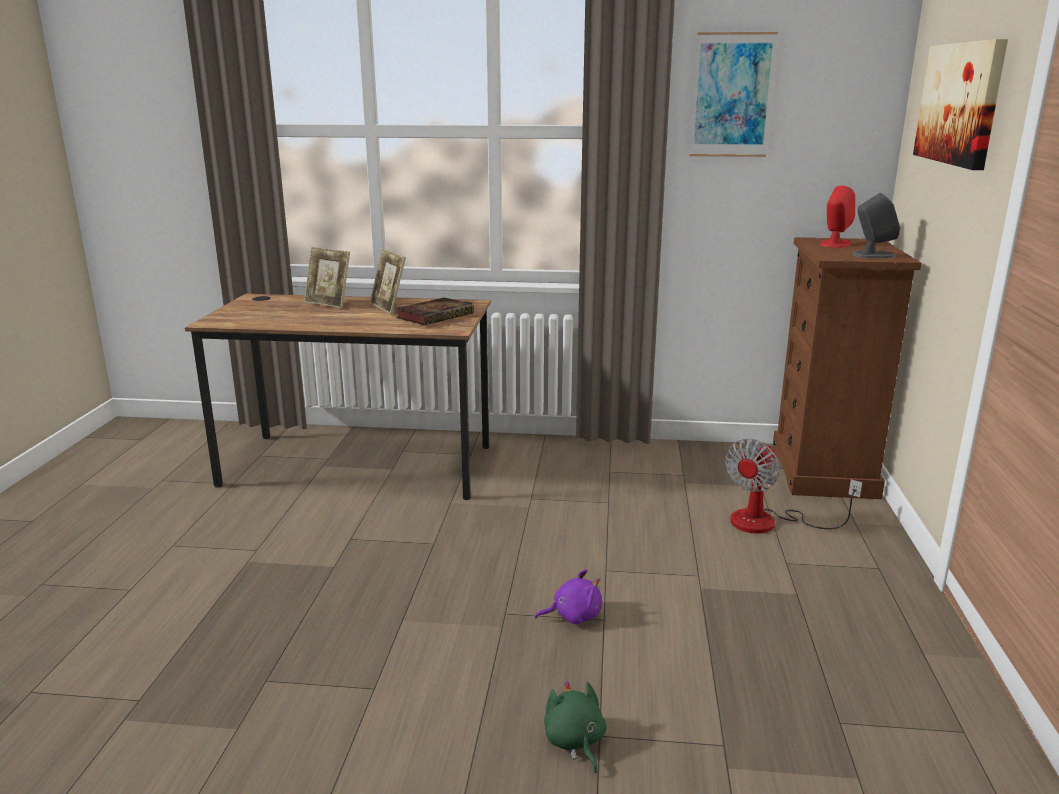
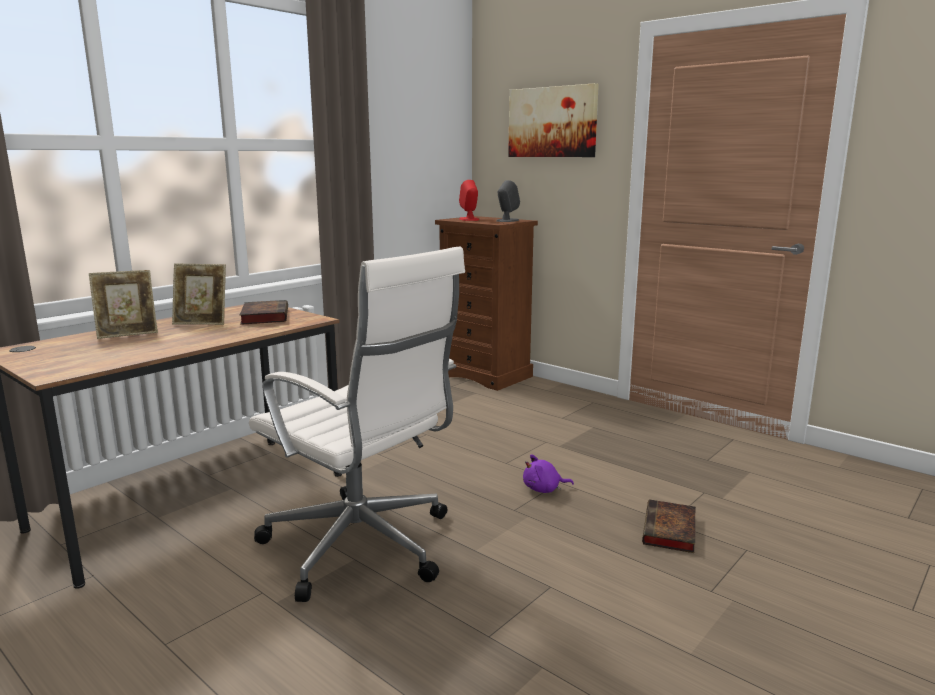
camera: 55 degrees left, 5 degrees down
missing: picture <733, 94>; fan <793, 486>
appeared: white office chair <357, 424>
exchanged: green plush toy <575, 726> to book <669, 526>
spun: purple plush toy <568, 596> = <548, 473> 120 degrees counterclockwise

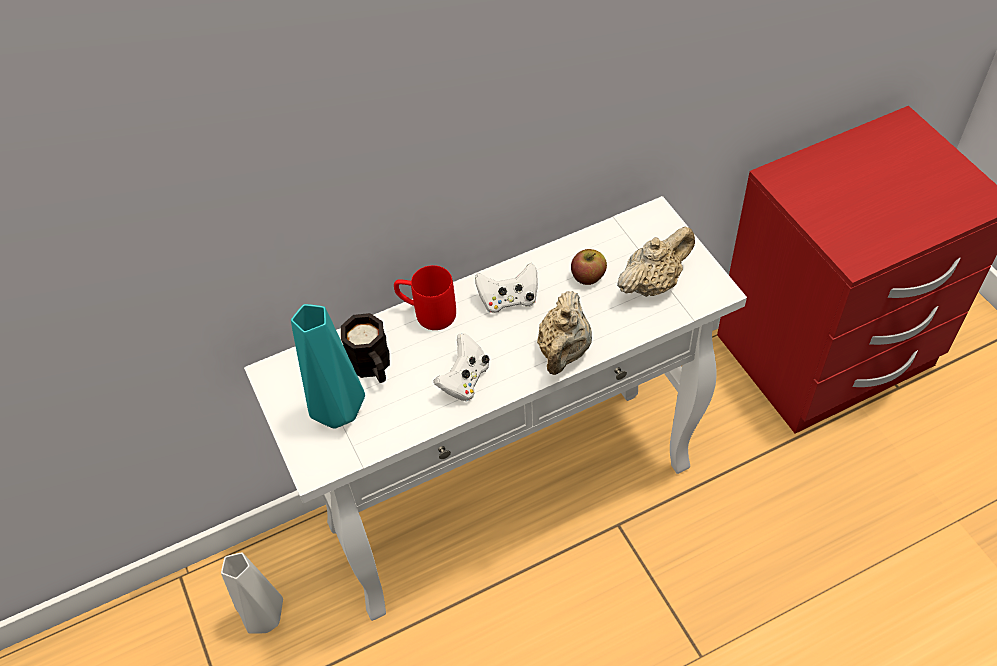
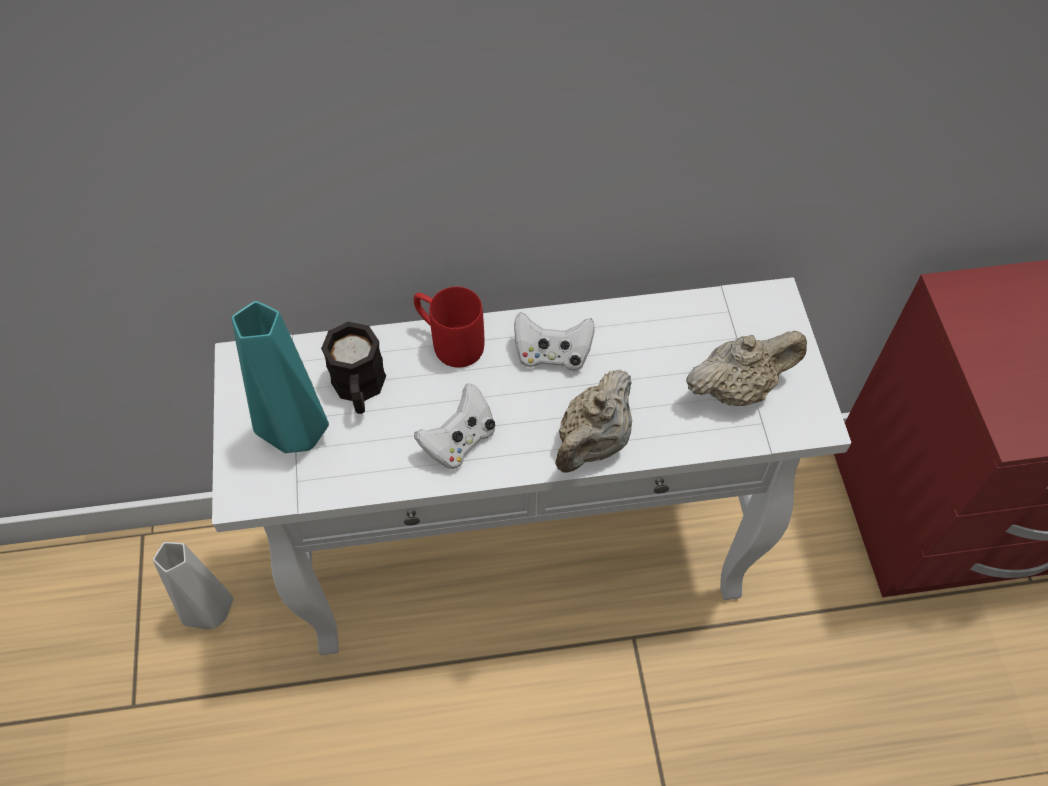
camera: 15 degrees right, 5 degrees up
missing: apple <589, 267>

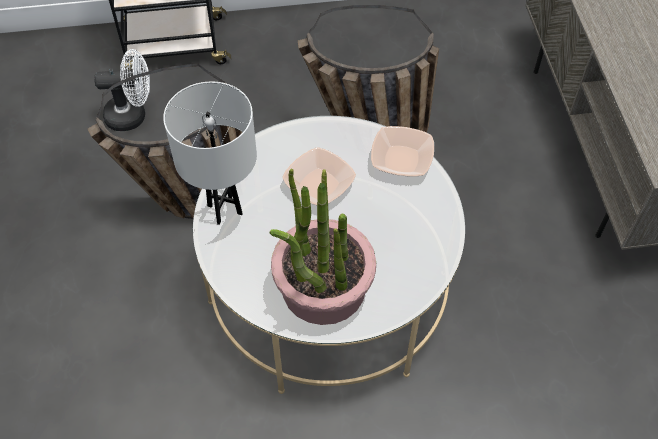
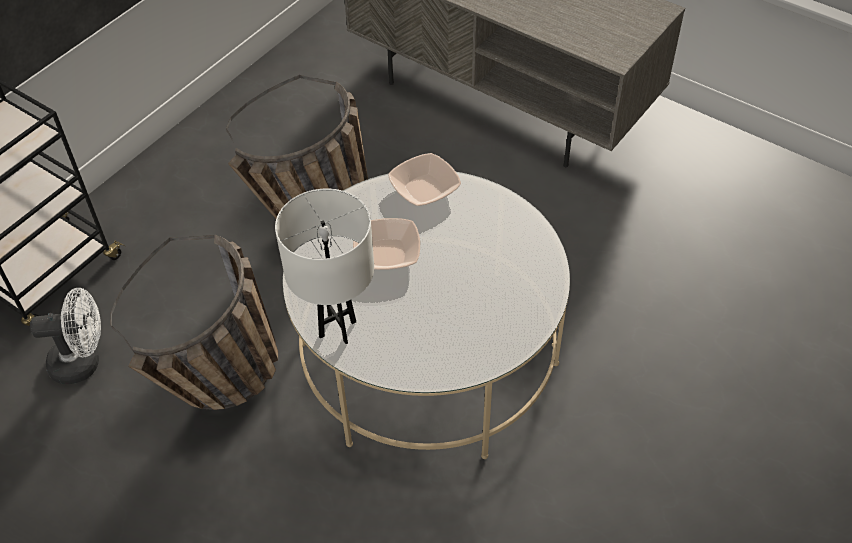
camera: 45 degrees left, 5 degrees down
missing: potted plant <322, 247>
spun: white fan <122, 90> = <65, 336> 45 degrees clockwise

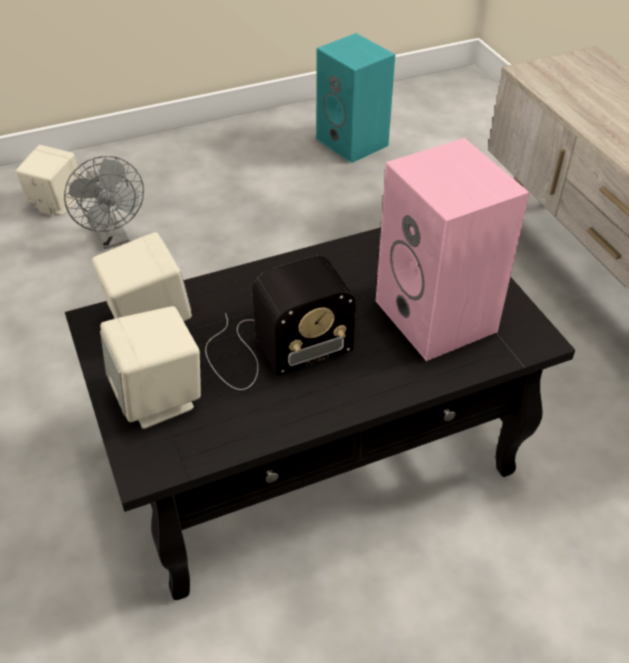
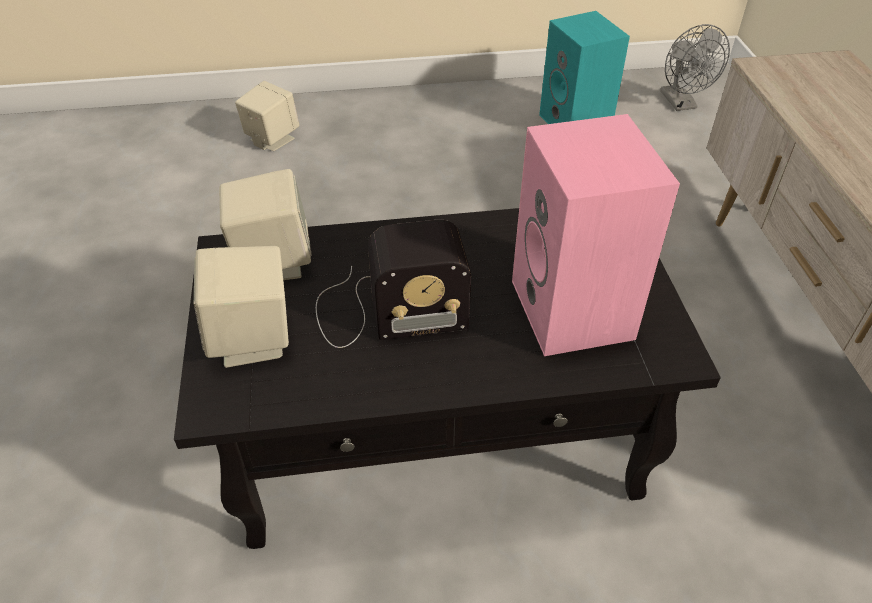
camera: 15 degrees right, 0 degrees up
relocated: grey fan <104, 202> to <695, 67>

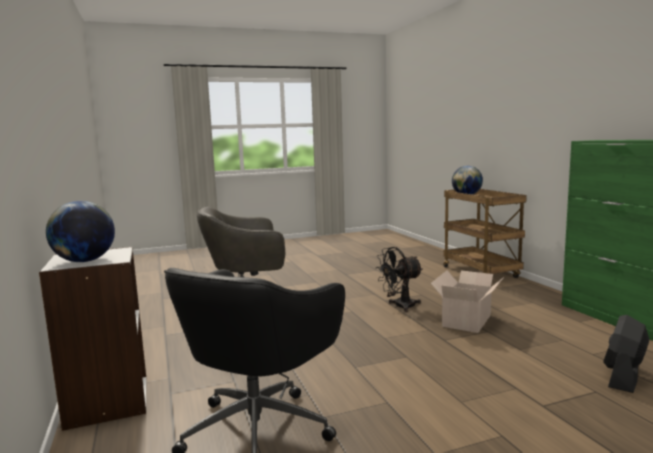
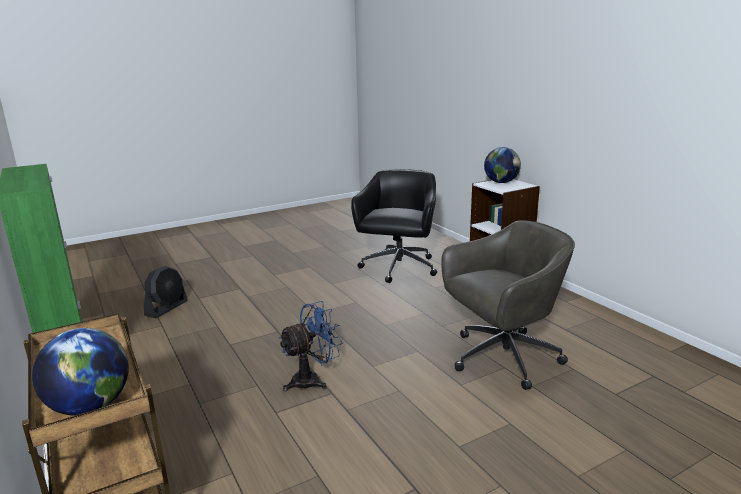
camera: 170 degrees right, 10 degrees up
missing: cardboard box <467, 301>
colour: black fan <399, 279> to blue fan <310, 346>

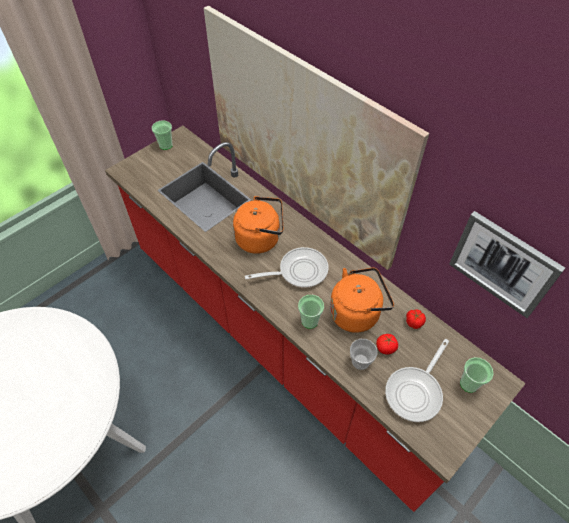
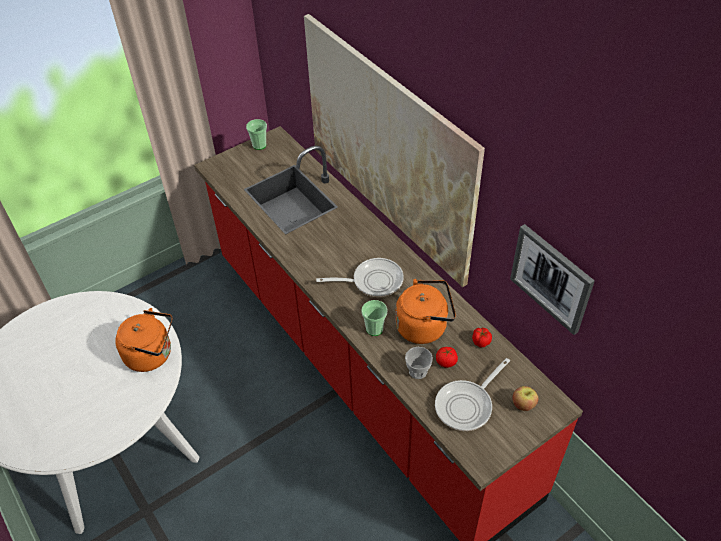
camera: 10 degrees right, 5 degrees down
relocated: orange kettle <258, 225> to <144, 340>
exchanged: cup <477, 375> to apple <525, 398>

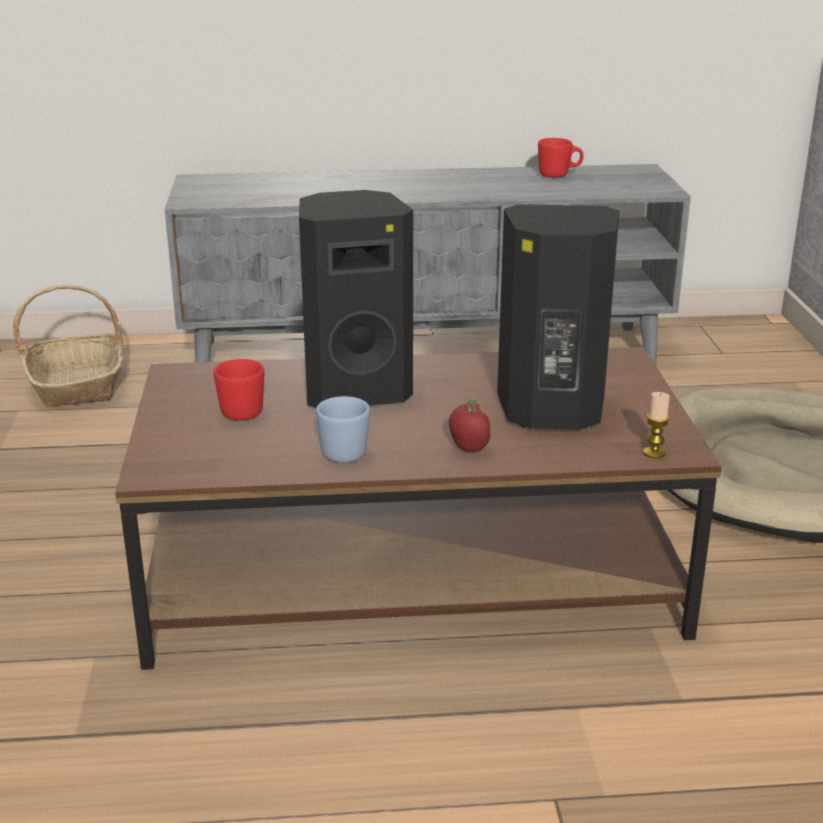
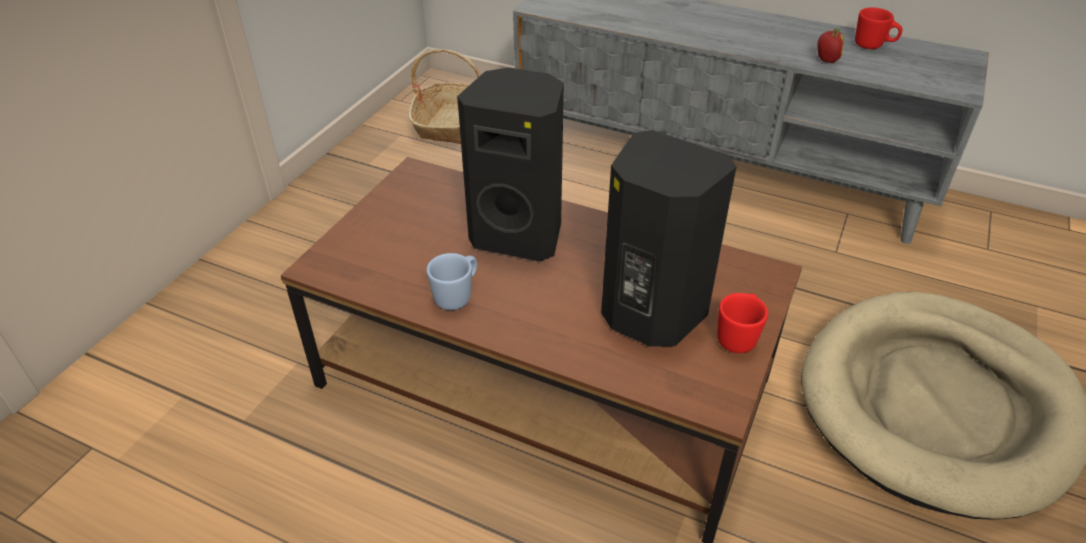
camera: 30 degrees right, 15 degrees up
missing: candle <656, 425>
relocated: red mug <238, 390> to <742, 323>; apple <470, 426> to <830, 45>

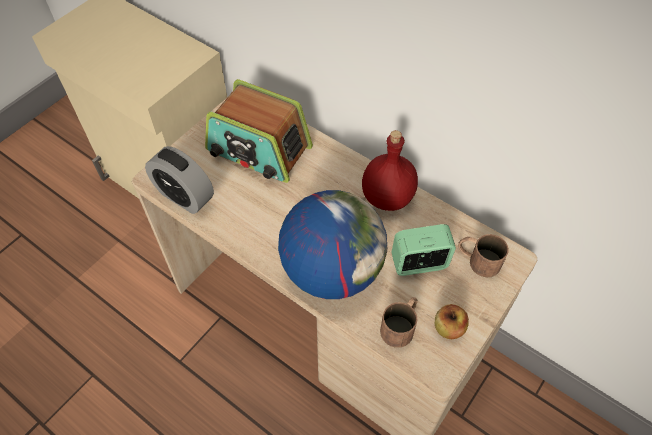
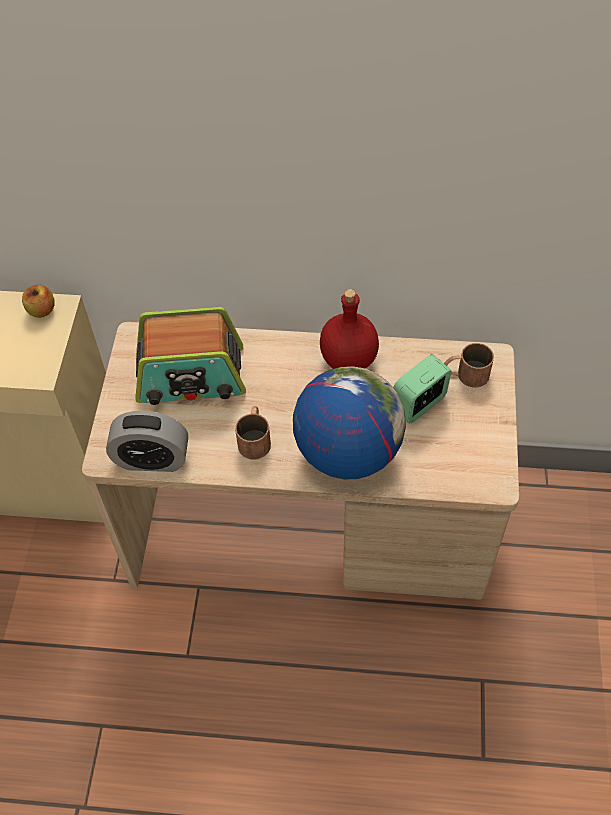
camera: 30 degrees left, 0 degrees up
relocated: brown mug <398, 322> to <253, 433>; apple <452, 321> to <38, 301>

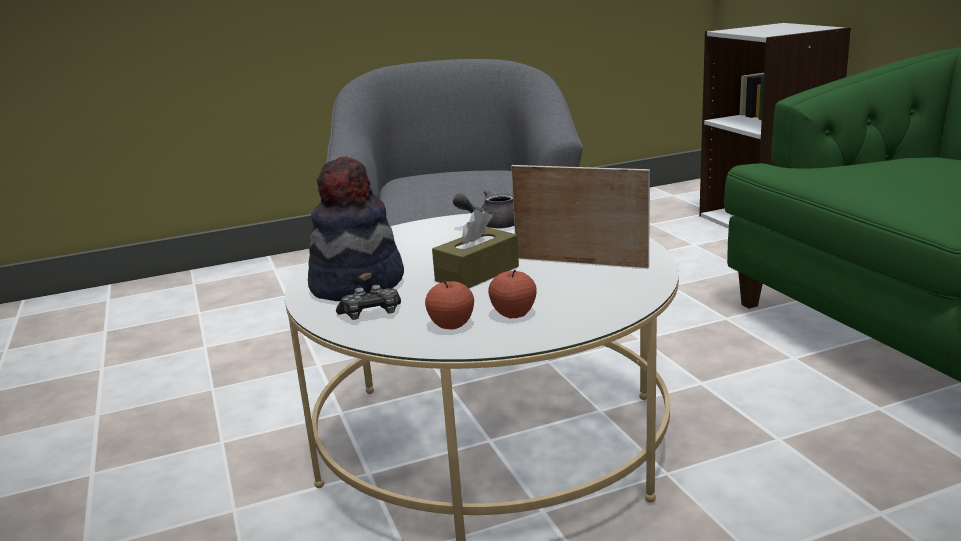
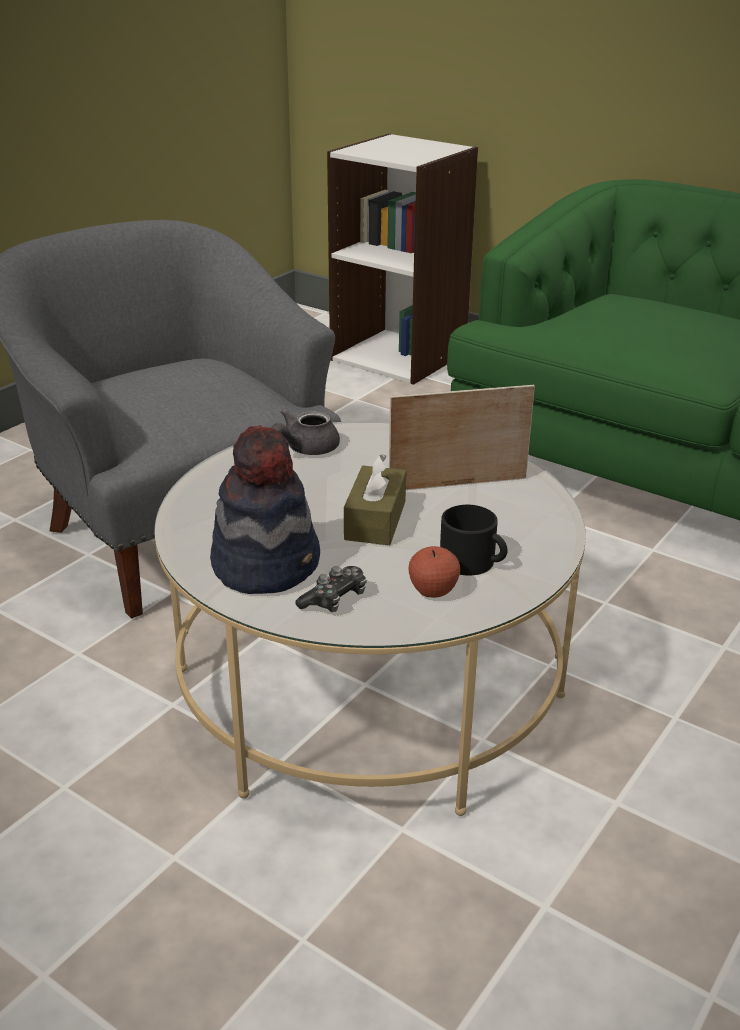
camera: 35 degrees left, 10 degrees up
exchanged: apple <512, 293> to black mug <474, 540>

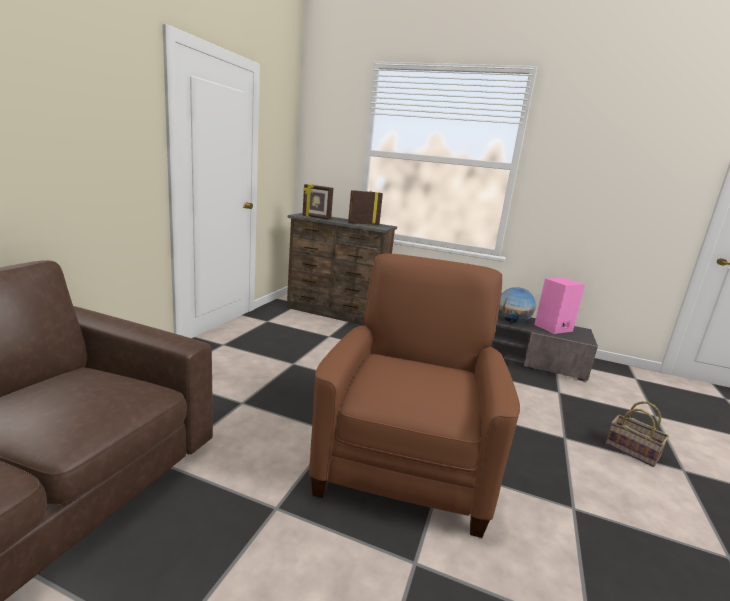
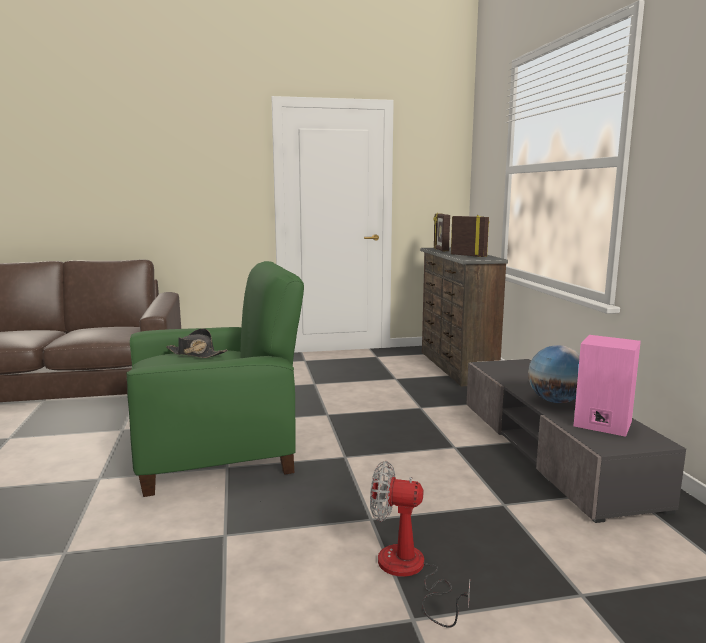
camera: 60 degrees right, 5 degrees down
appeared: black hat <197, 343>
exchanged: basket <637, 434> to fan <420, 544>
colour: brown armchair <414, 395> to green armchair <215, 379>

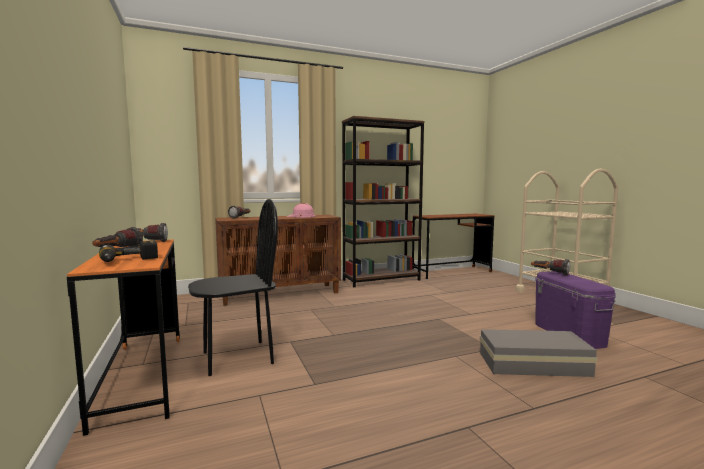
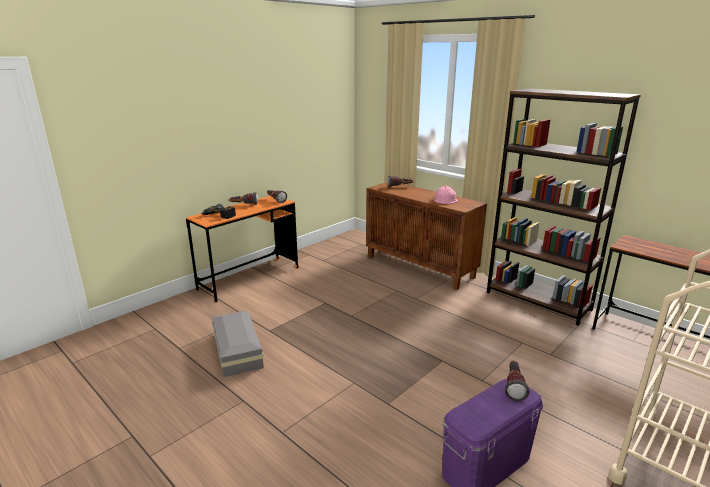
camera: 65 degrees right, 15 degrees up
missing: black chair <233, 287>
relocated: grey storage box <539, 353> to <238, 343>

